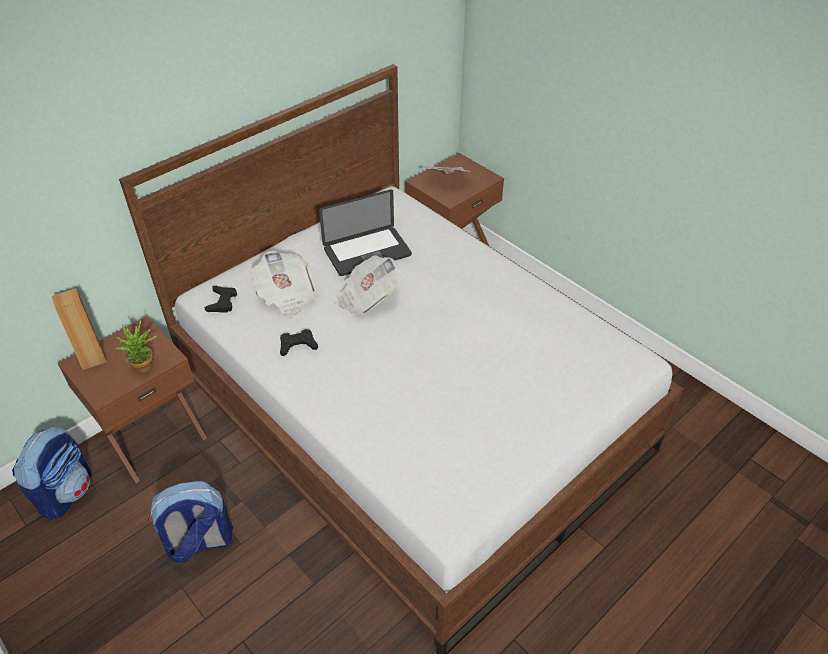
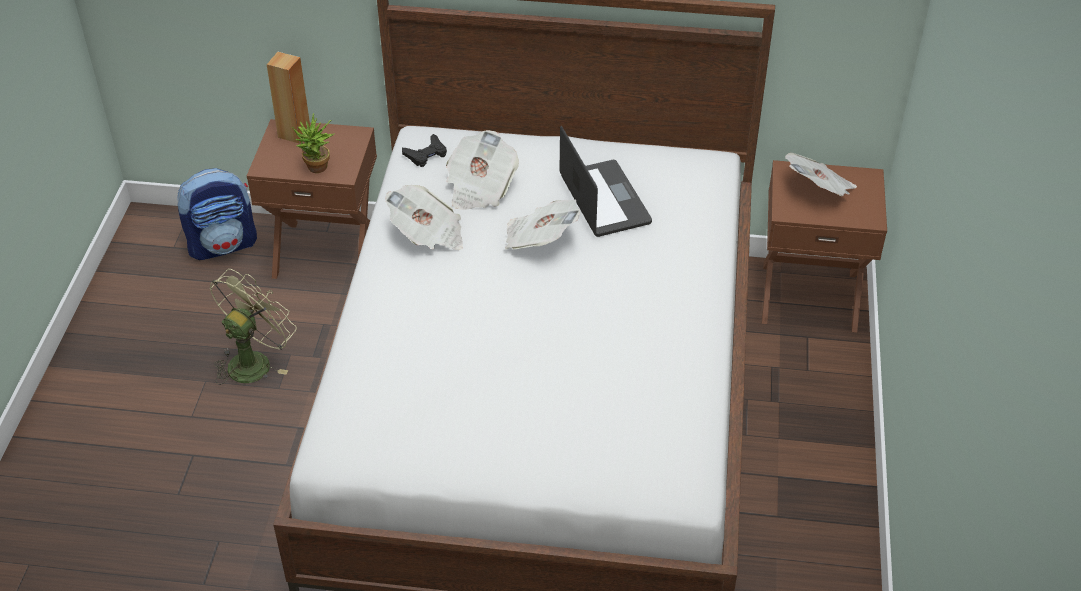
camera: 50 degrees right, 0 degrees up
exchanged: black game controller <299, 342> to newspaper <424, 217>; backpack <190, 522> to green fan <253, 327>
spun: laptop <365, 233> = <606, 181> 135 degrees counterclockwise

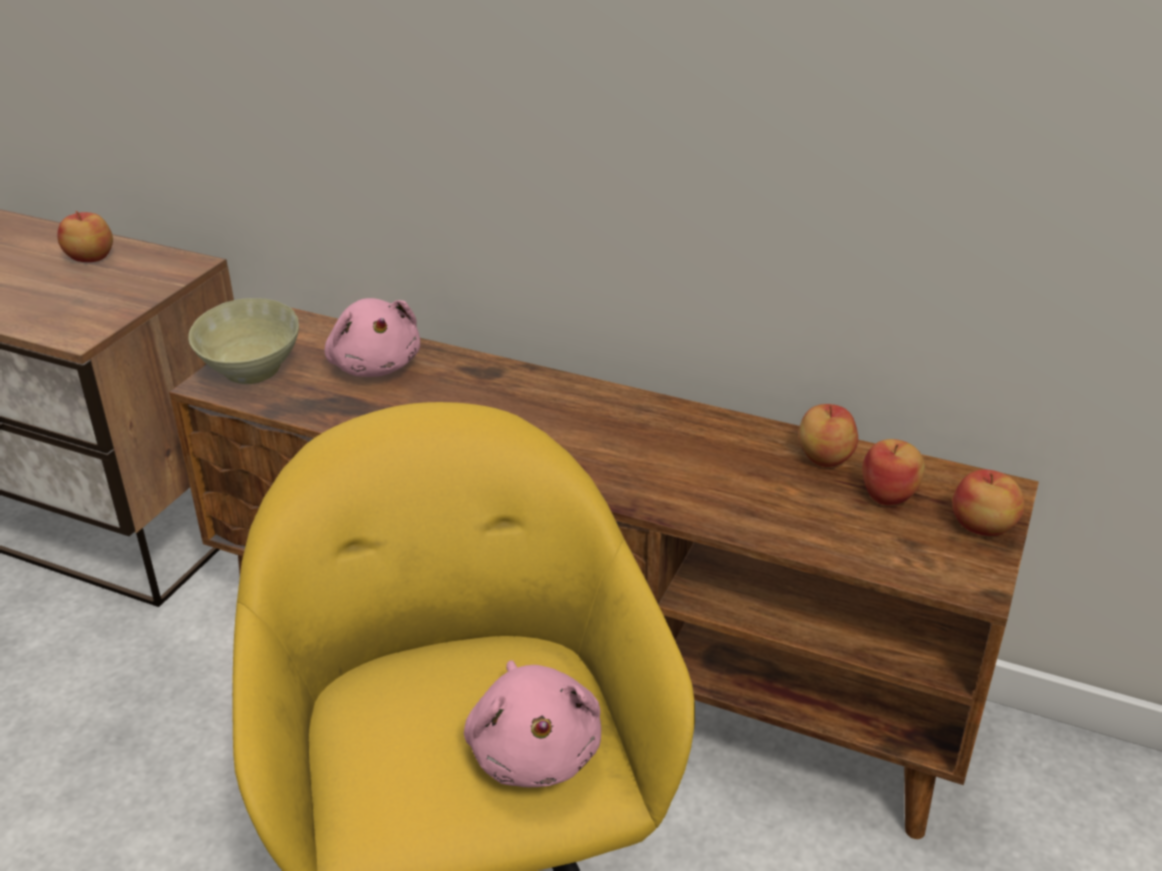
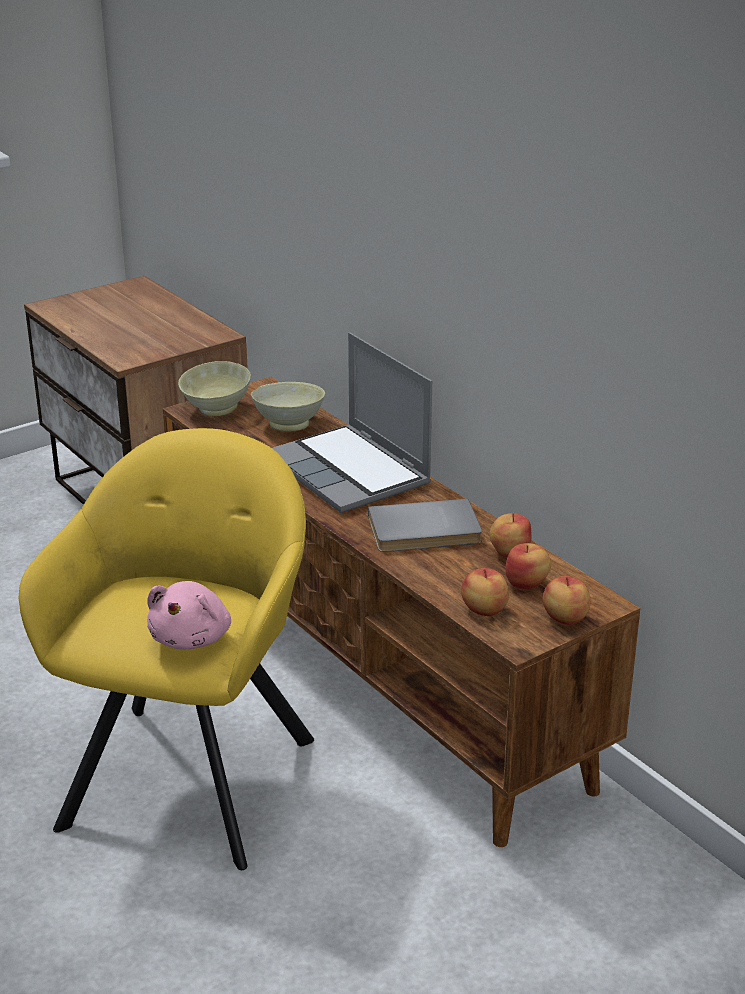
camera: 30 degrees right, 5 degrees down
appeared: laptop <352, 422>; grey book <425, 525>
relocated: apple <85, 236> to <485, 592>
exchanged: pink plush toy <372, 337> to beige bowl <288, 407>

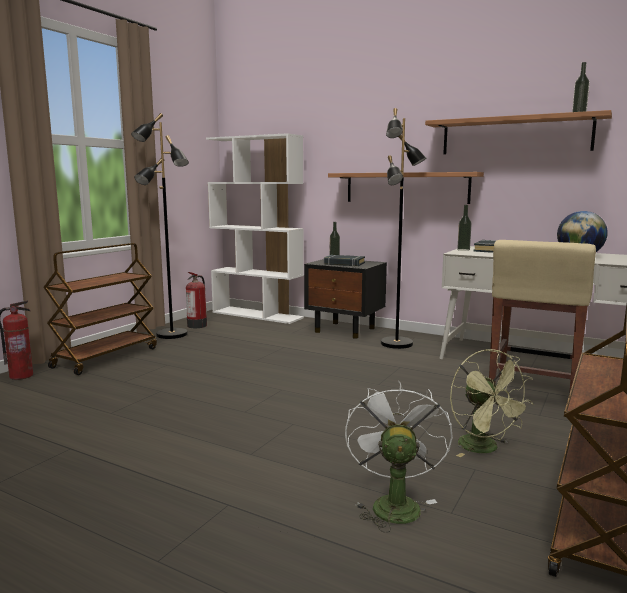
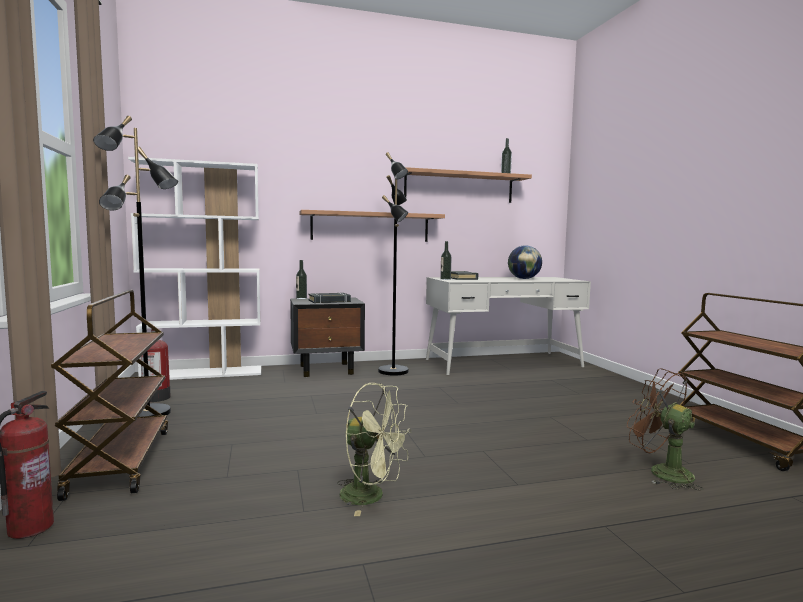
camera: 45 degrees left, 5 degrees down
missing: beige stool <542, 317>
relocated: green fan <492, 403> to <374, 449>
colour: white fan <399, 456> to brown fan <665, 429>

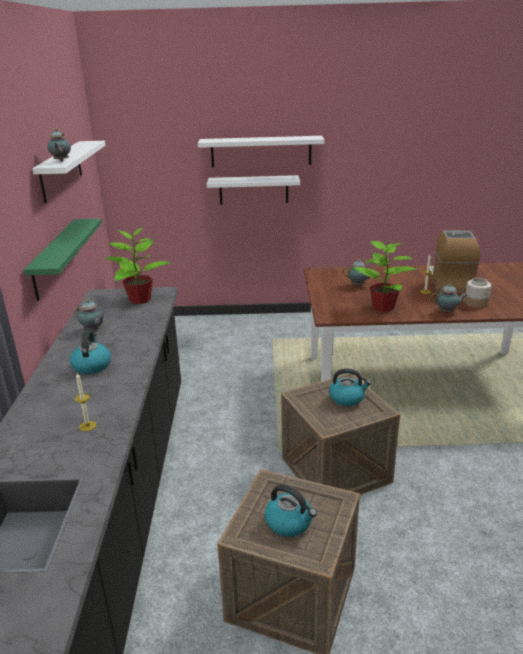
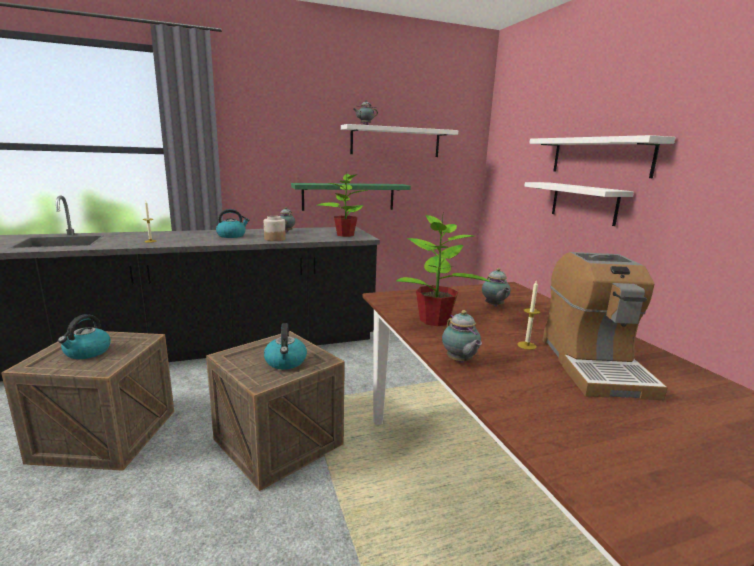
camera: 70 degrees right, 10 degrees down
relocated: jar <477, 293> to <275, 228>
spun: coffee machine <454, 262> = <605, 326> 105 degrees clockwise

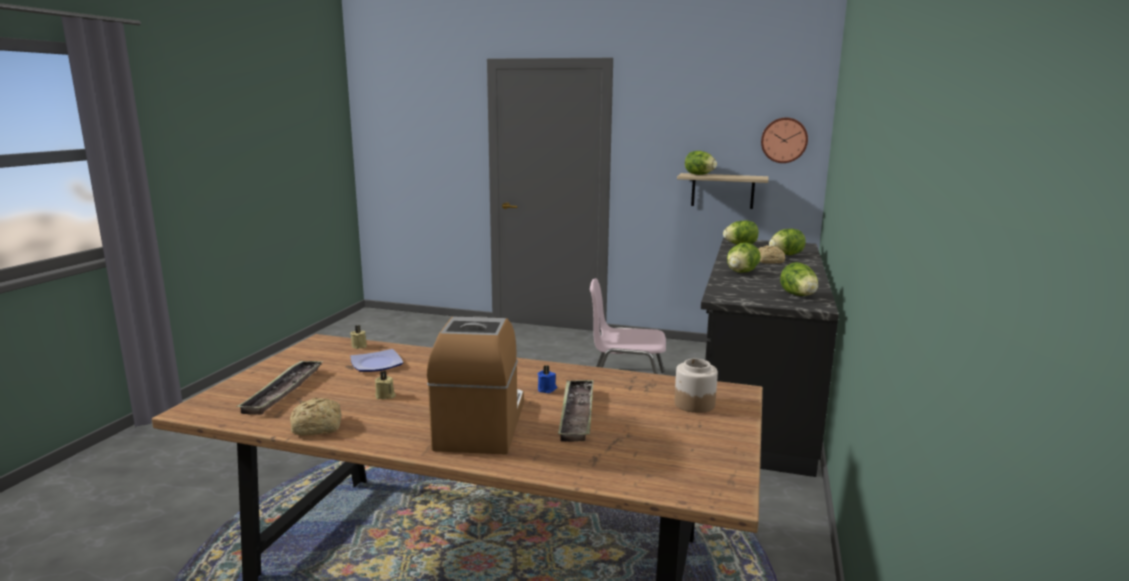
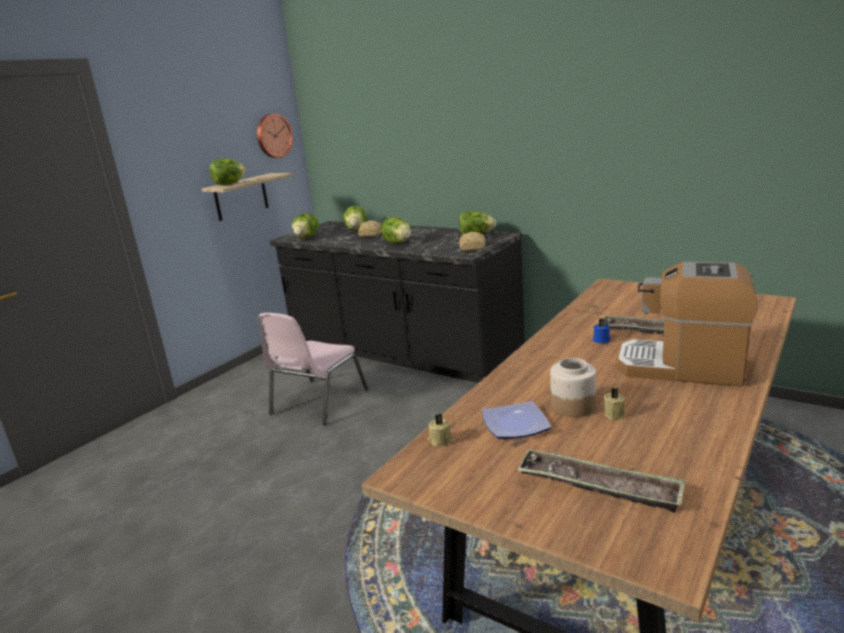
camera: 70 degrees left, 5 degrees up
relocated: jar <696, 386> to <573, 387>; bread <315, 417> to <472, 241>

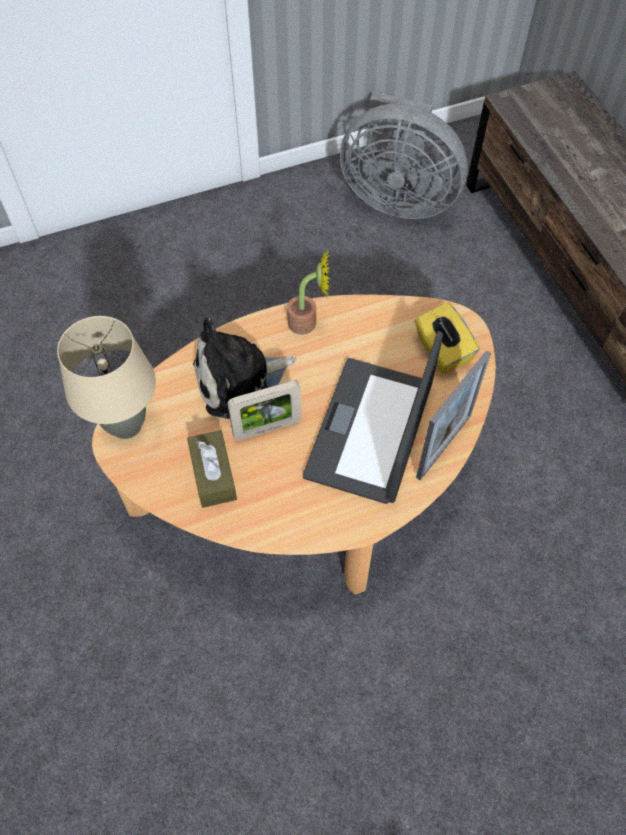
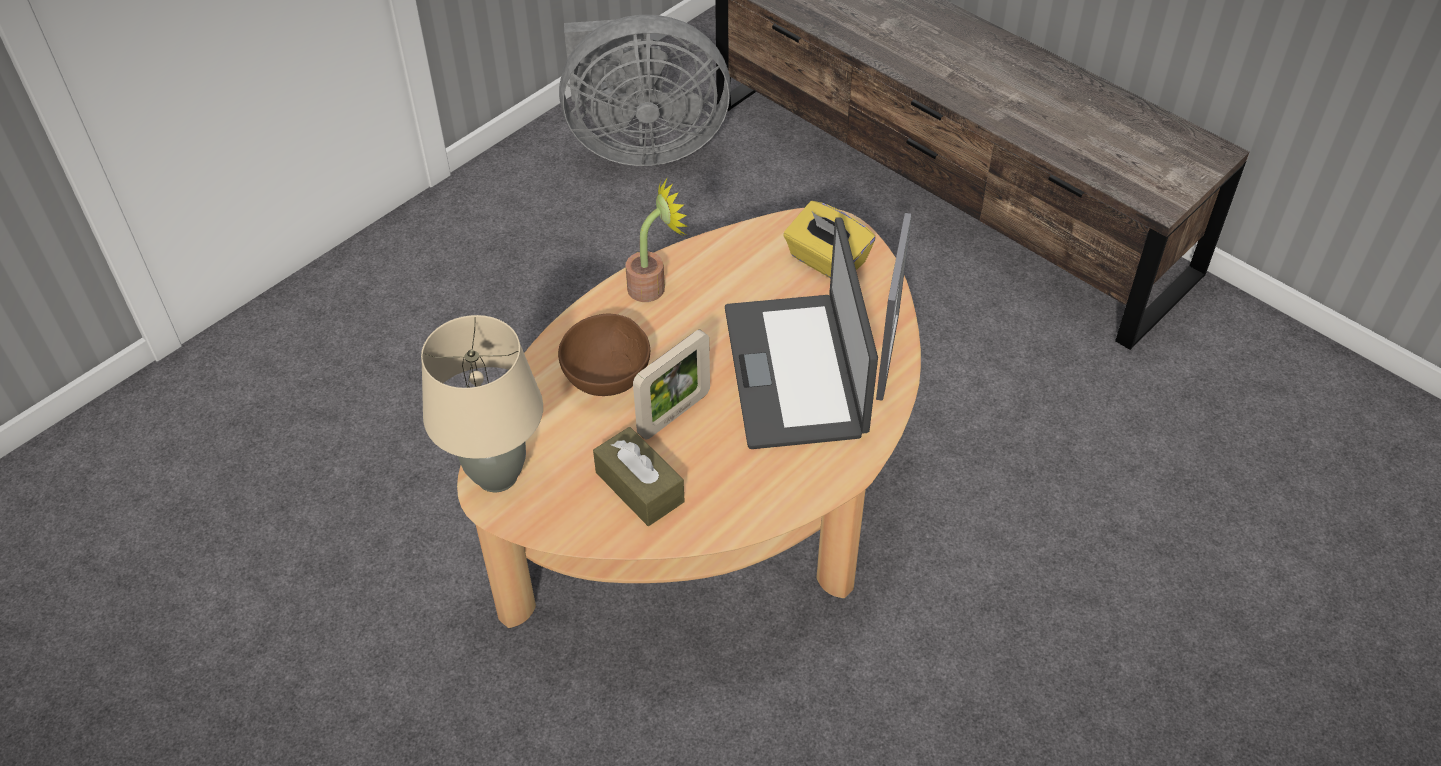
camera: 25 degrees left, 10 degrees down
exchanged: plush toy <244, 368> to brown bowl <604, 355>

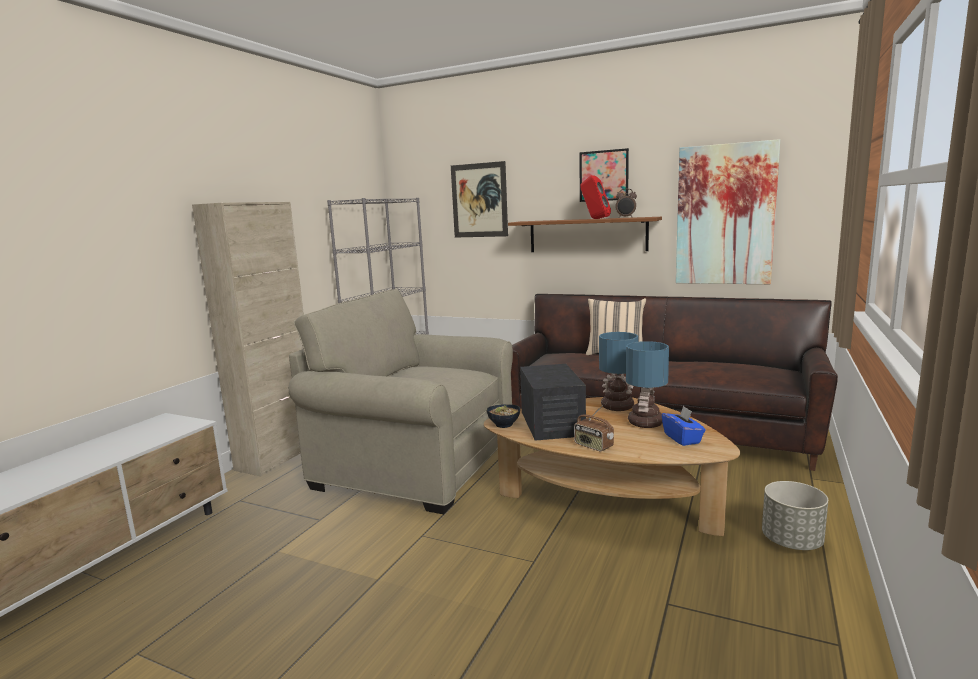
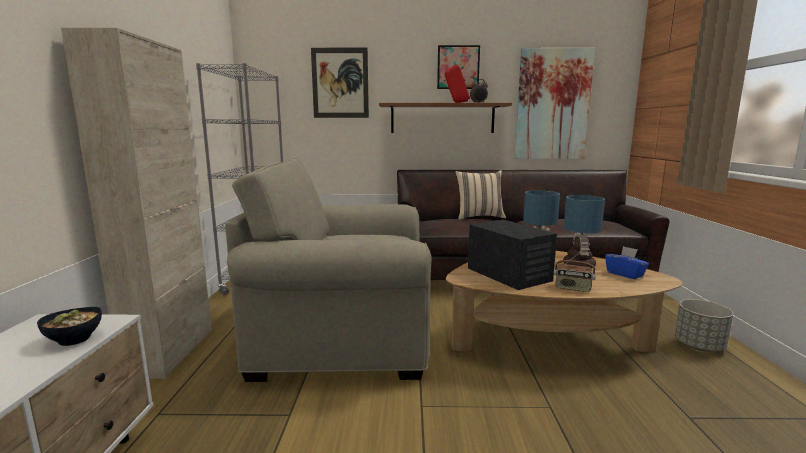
camera: 25 degrees left, 0 degrees up
relocated: bowl <503, 416> to <69, 326>

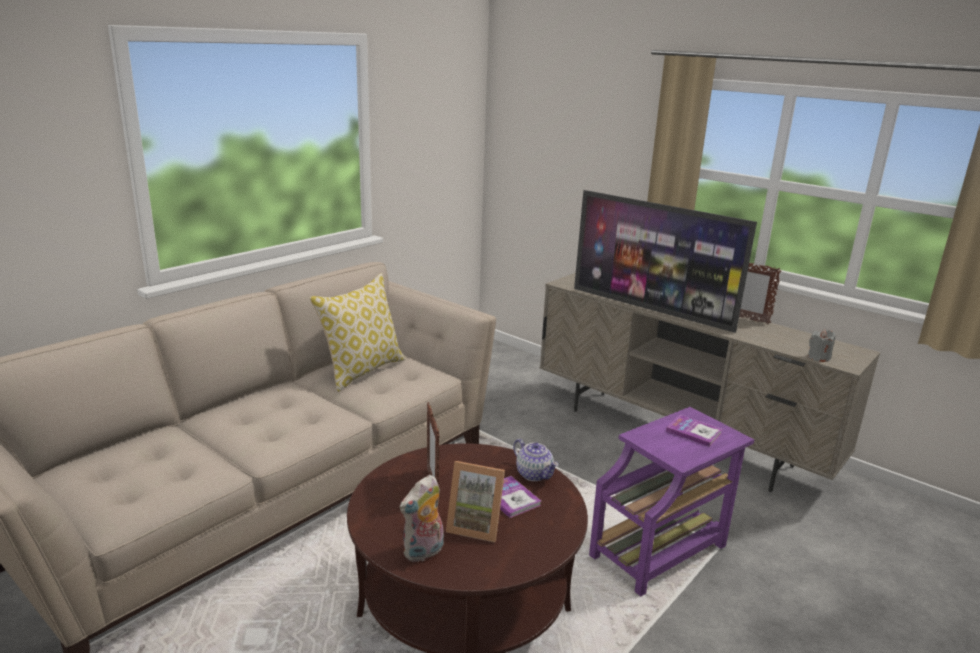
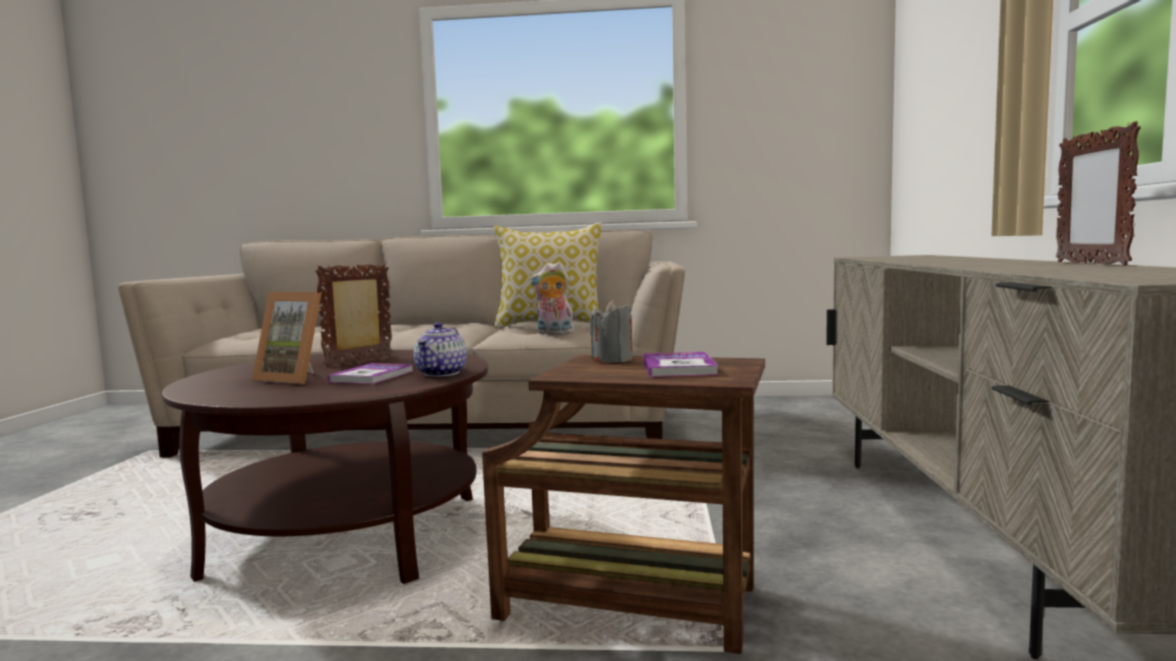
camera: 55 degrees right, 15 degrees down
missing: television <665, 261>
relocated: grey candle <822, 345> to <611, 331>; plush toy <421, 518> to <552, 298>
colour: purple side table <671, 501> to brown side table <623, 504>
spun: picture frame <475, 502> = <286, 338> 45 degrees counterclockwise

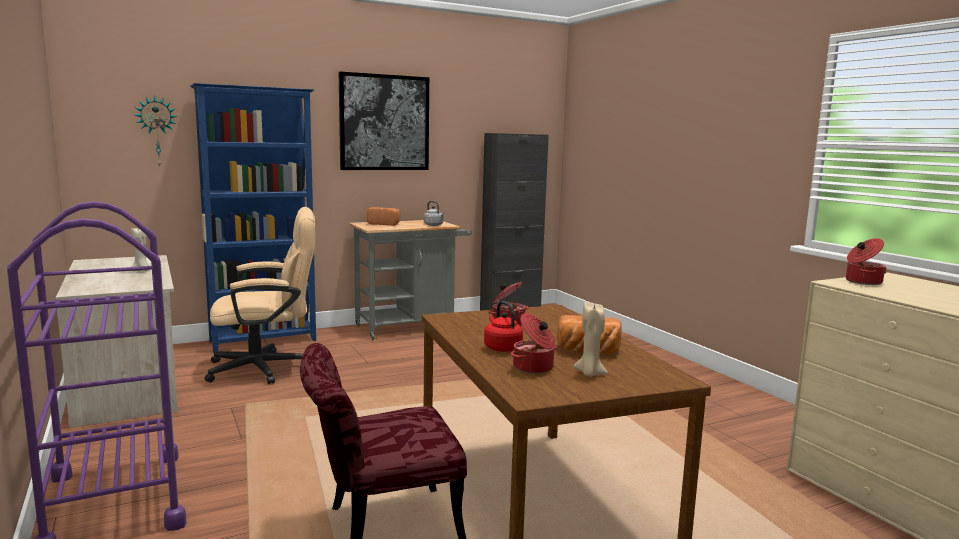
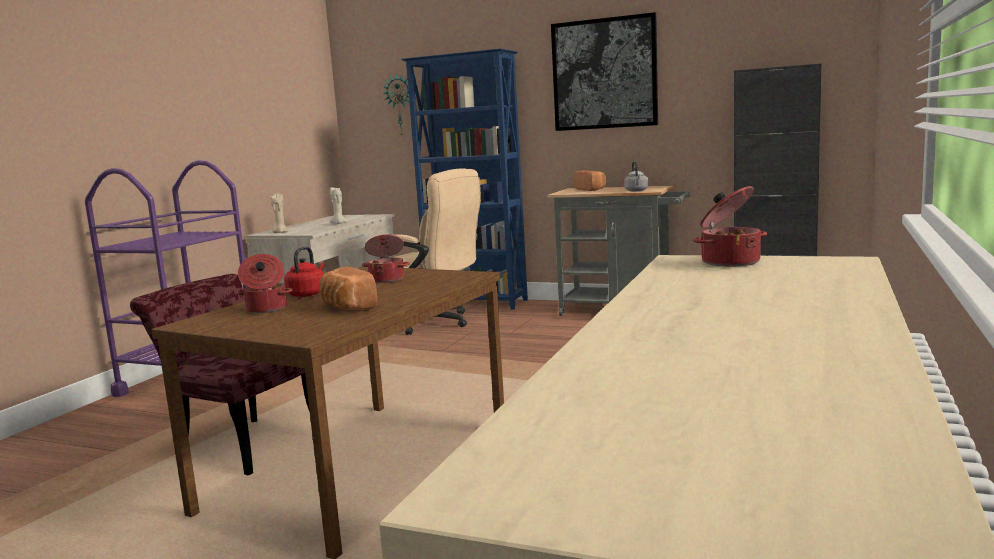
camera: 50 degrees right, 0 degrees up
relocated: beige candle <591, 339> to <279, 213>

